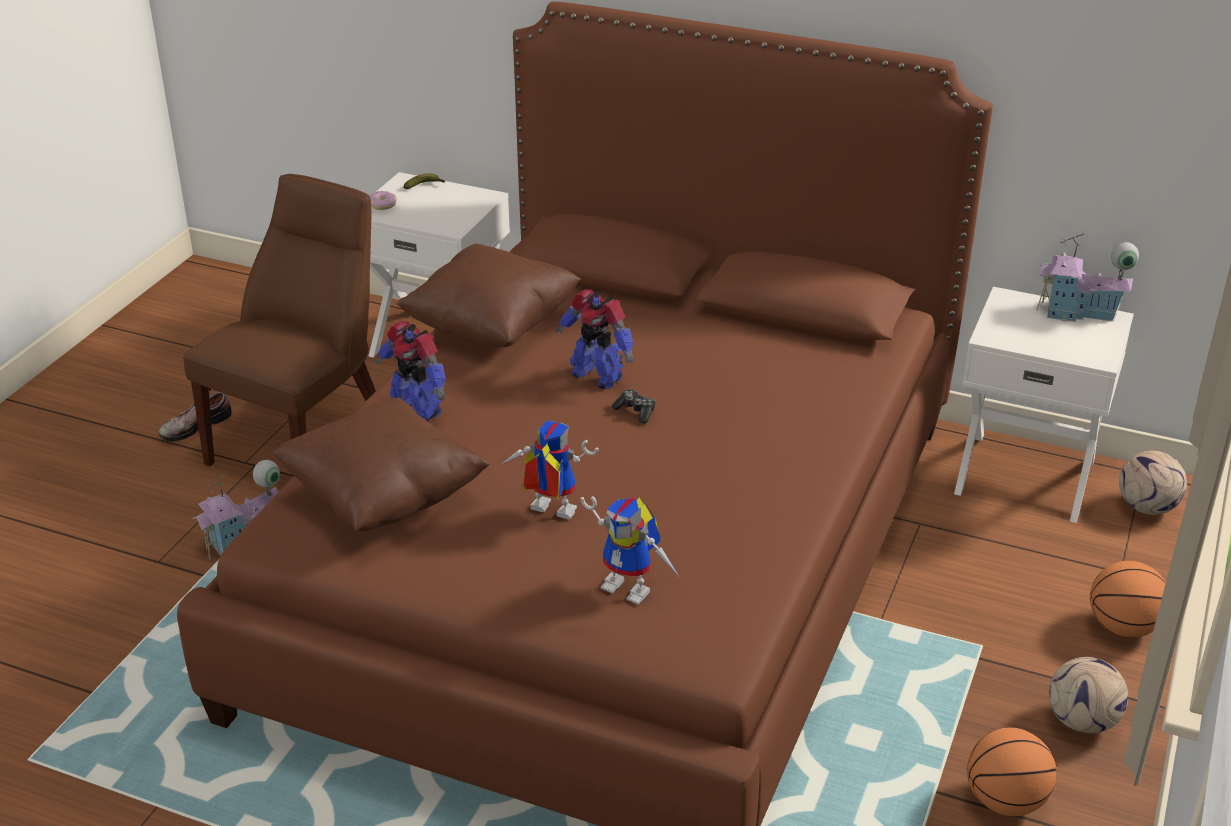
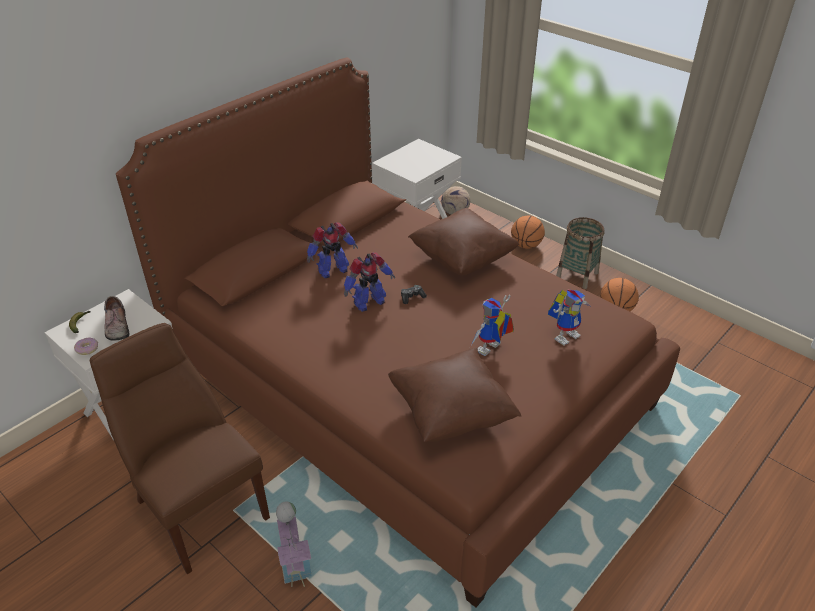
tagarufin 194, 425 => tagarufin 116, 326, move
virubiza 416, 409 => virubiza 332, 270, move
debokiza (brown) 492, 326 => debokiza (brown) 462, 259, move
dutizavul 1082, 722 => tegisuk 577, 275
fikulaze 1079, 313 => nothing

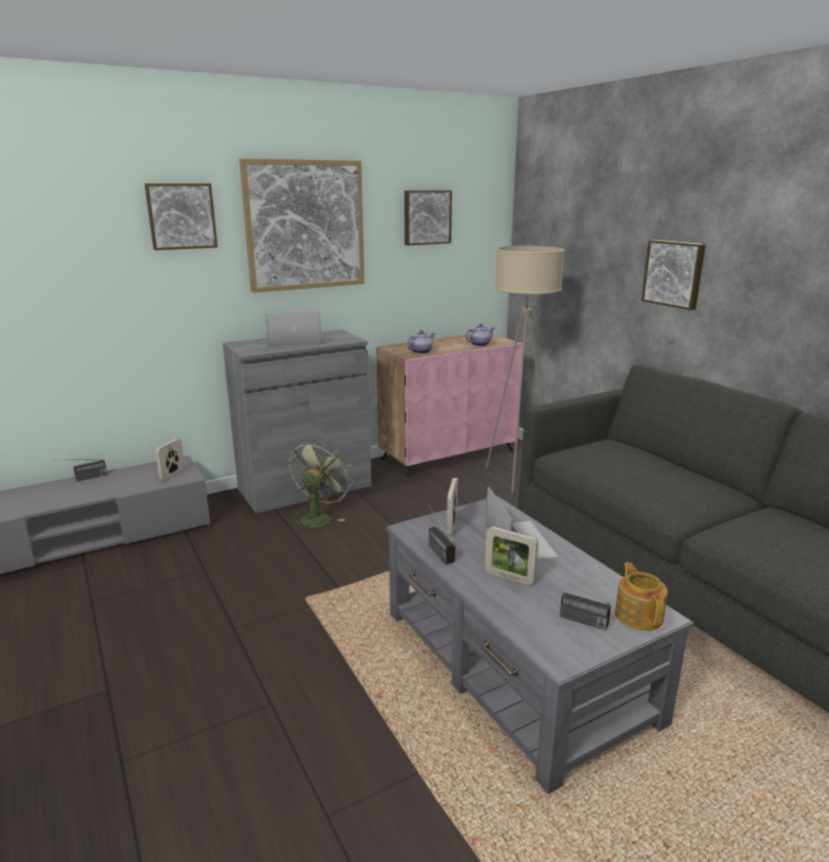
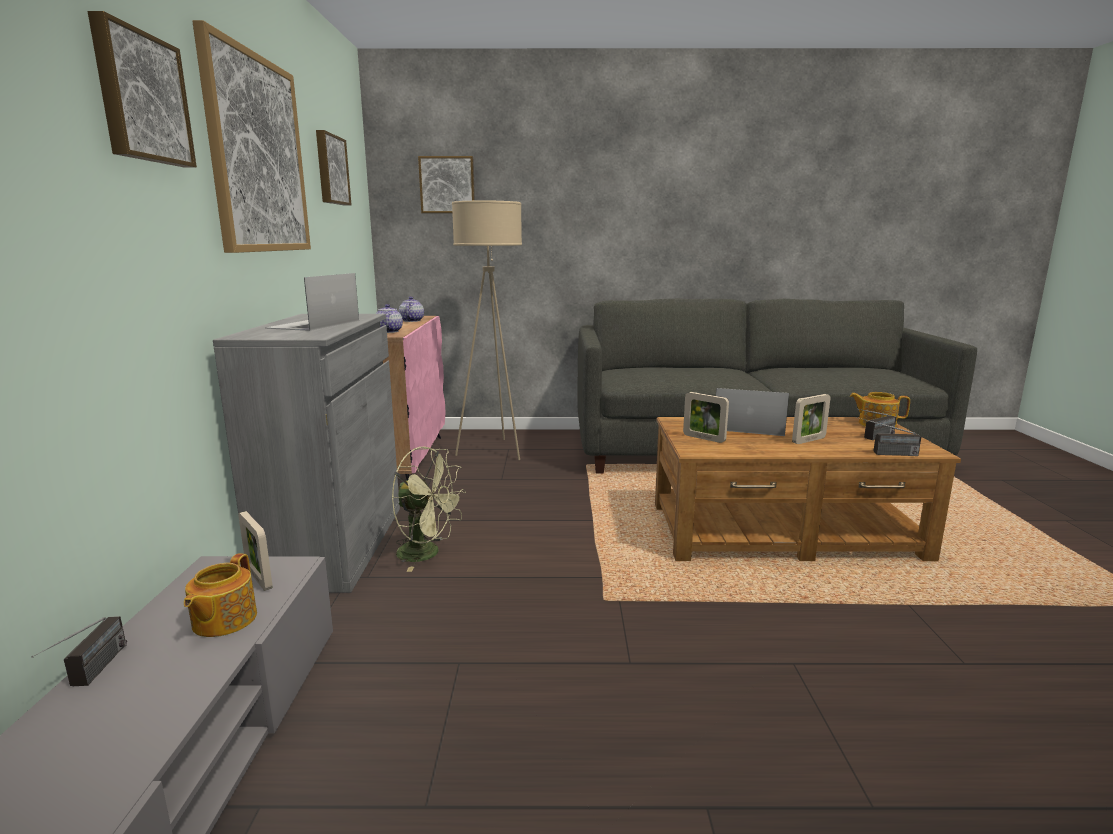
nothing => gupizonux 223, 620
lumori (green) 318, 517 => lumori (green) 427, 554, 150 degrees clockwise
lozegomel 674, 273 => lozegomel 447, 185, move
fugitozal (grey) 514, 665 => fugitozal (brown) 784, 532
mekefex 435, 548 => mekefex 884, 453, move

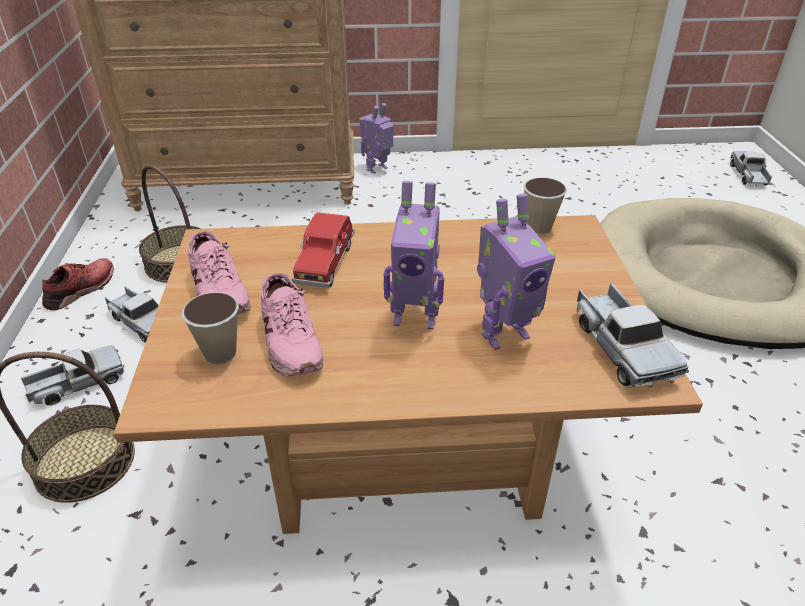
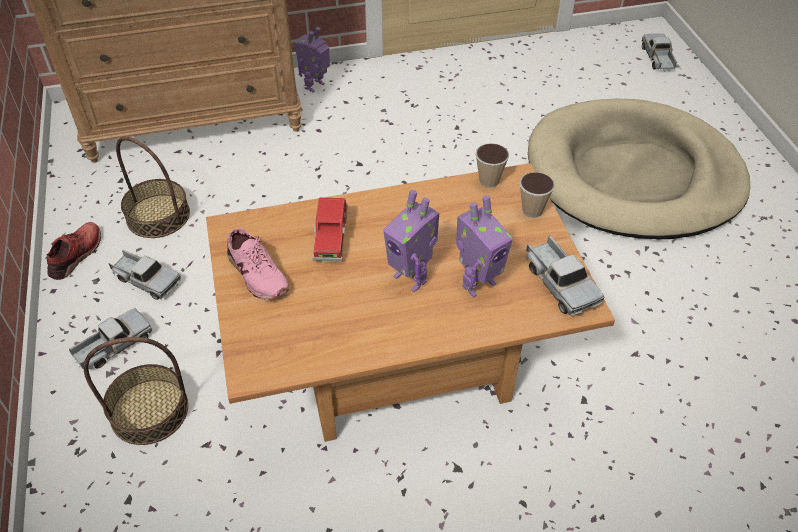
virubiza 415, 317 => virubiza 411, 278, 45 degrees clockwise
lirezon 220, 353 => lirezon 532, 210, move
tagarufin (pink) 289, 341 => nothing

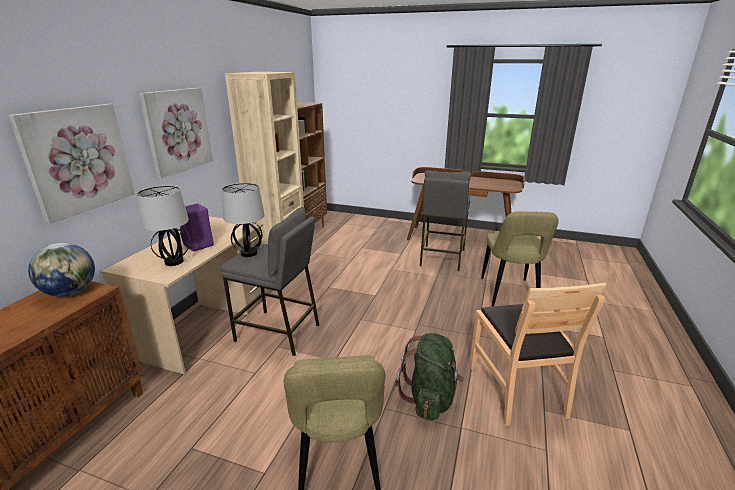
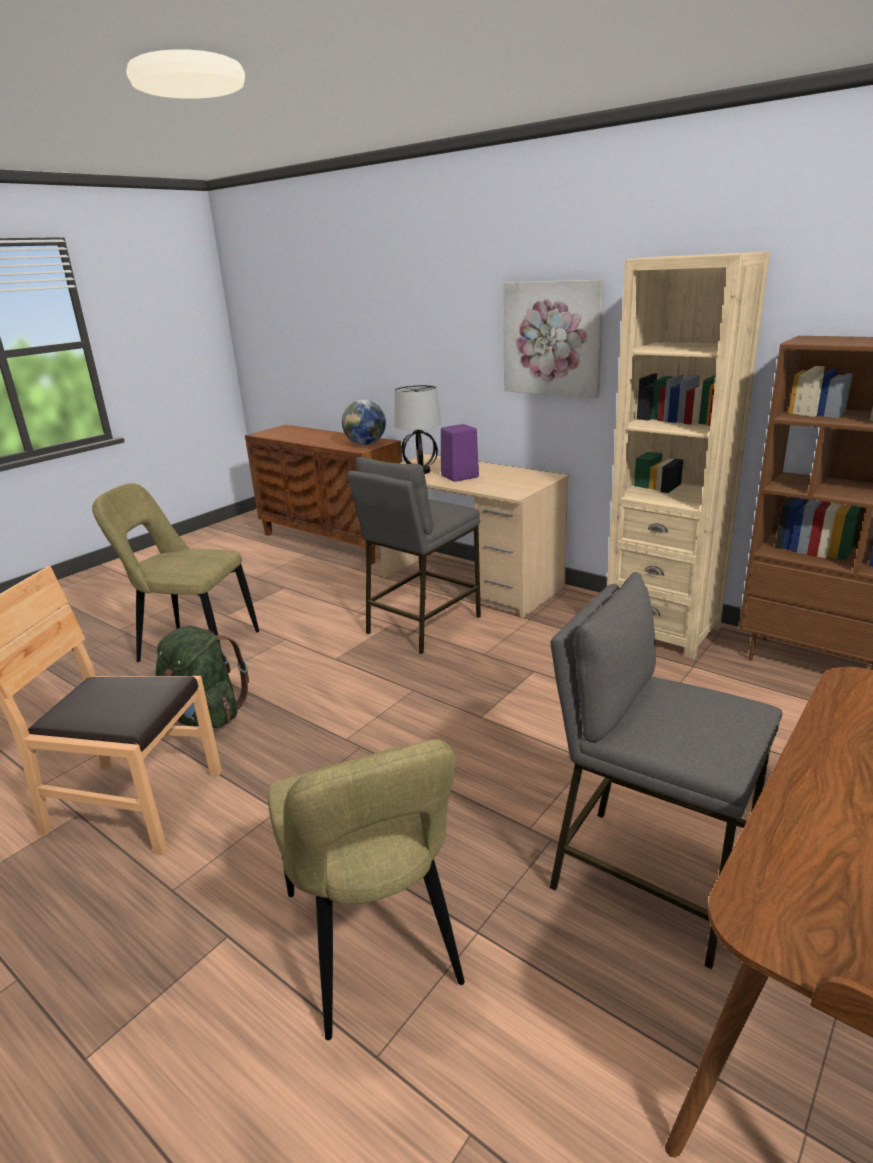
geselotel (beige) 509, 295 => geselotel (beige) 374, 945, 135 degrees counterclockwise
lozegomel 77, 160 => nothing
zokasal 248, 253 => nothing

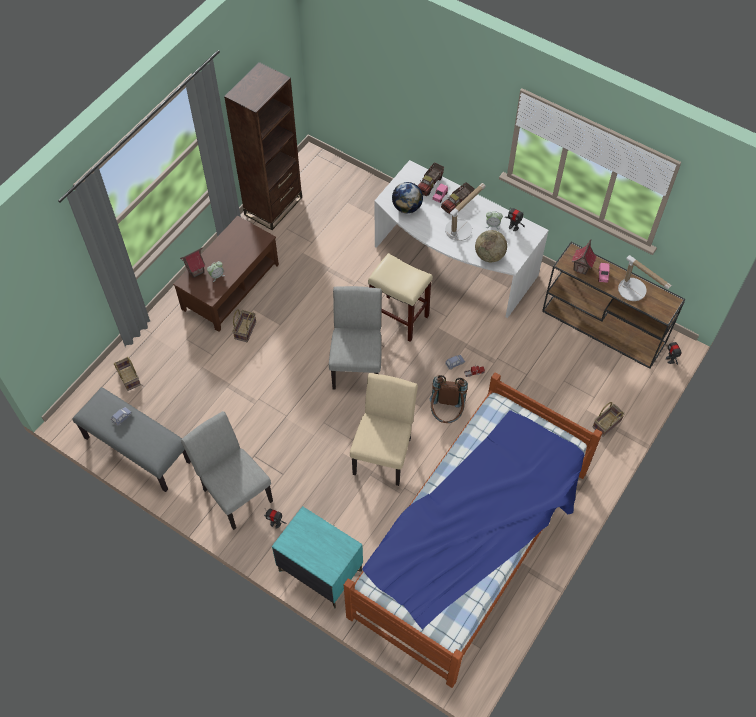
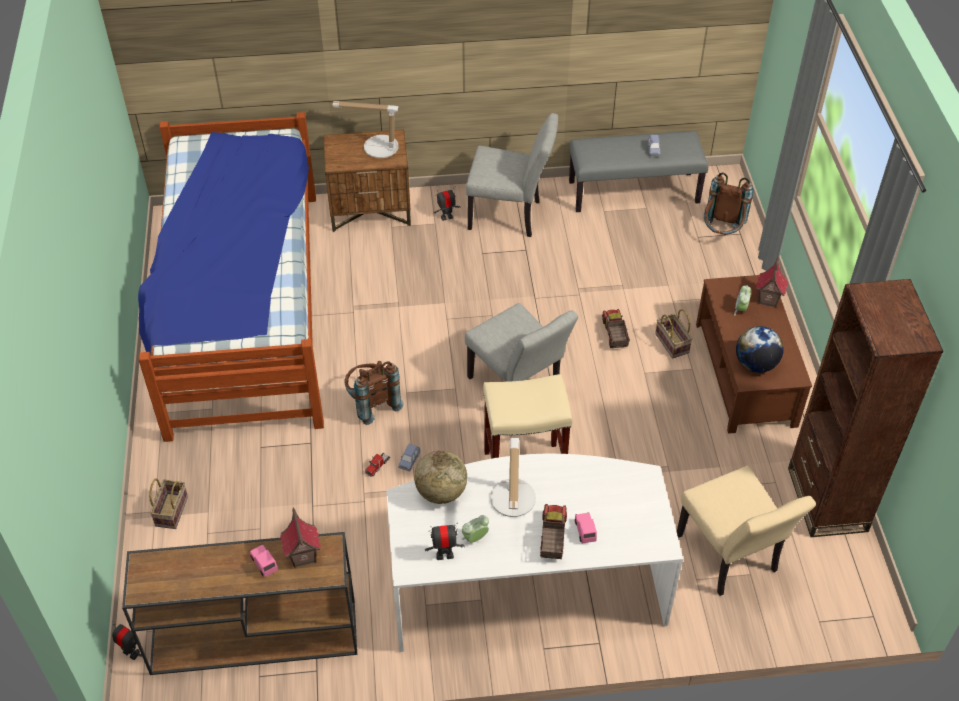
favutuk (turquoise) 319, 570 => favutuk (brown) 371, 210
zokasal 635, 292 => zokasal 376, 147, move
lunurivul 430, 184 => lunurivul 614, 334, move
geselotel (beige) 384, 451 => geselotel (beige) 731, 559, move
tegisuk 128, 378 => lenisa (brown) 721, 234
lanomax 407, 207 => lanomax 755, 364, move

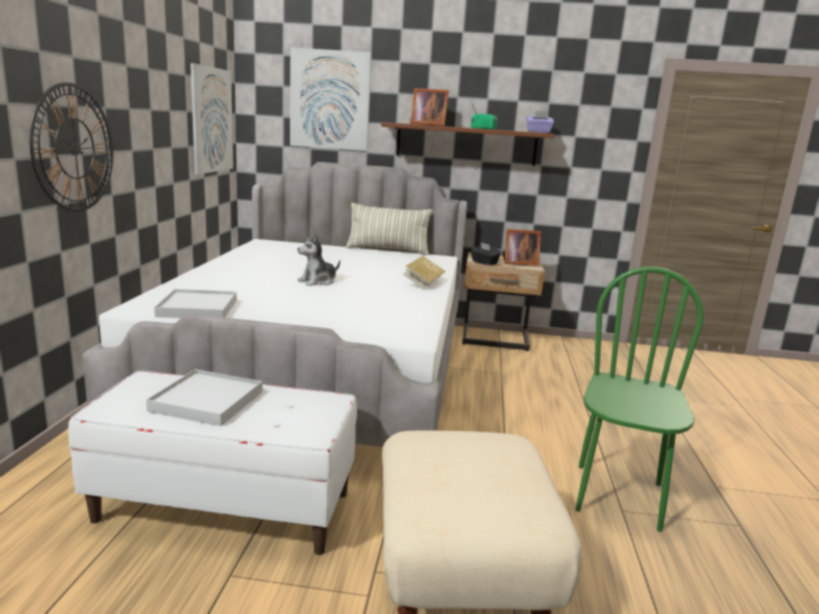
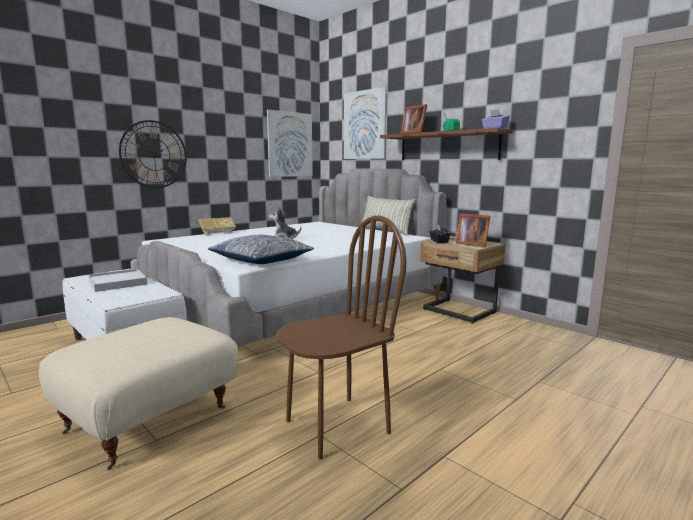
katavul 423, 283 => katavul 217, 233, move
nothing => debokiza 261, 260
geselotel (green) 618, 496 => geselotel (brown) 337, 426
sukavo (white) 198, 308 => nothing

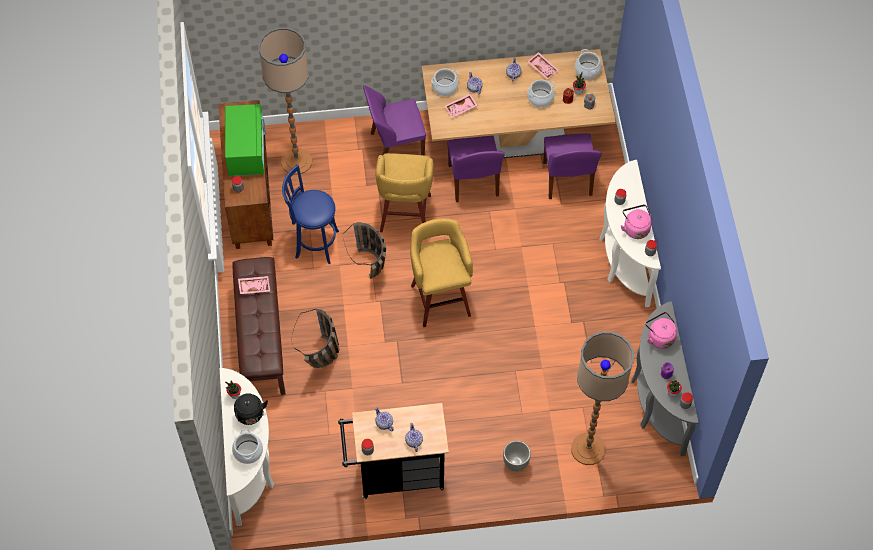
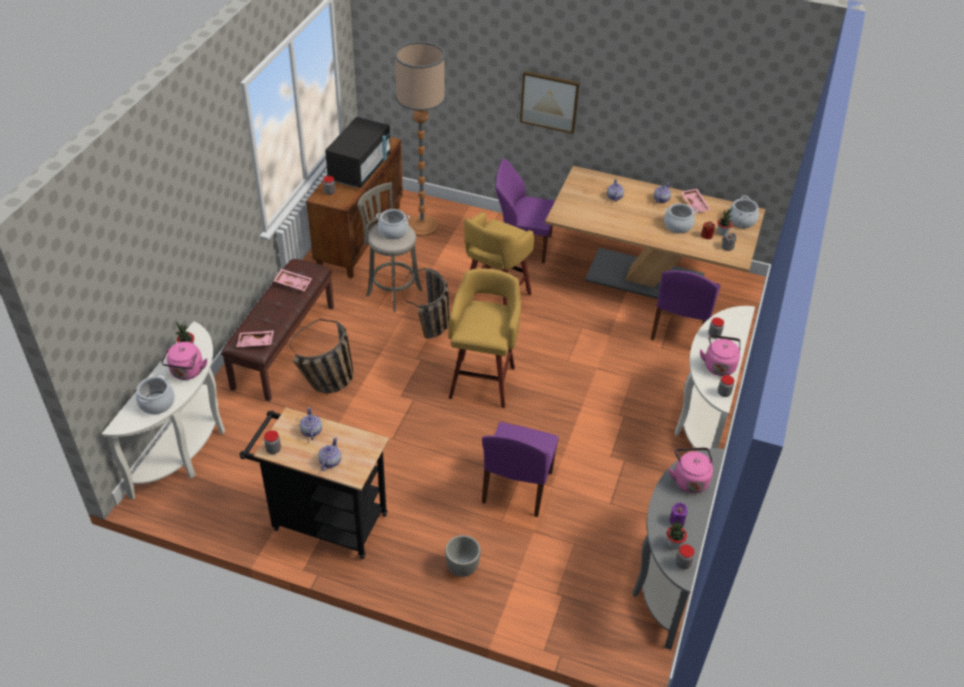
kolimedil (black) 250, 416 => kolimedil (pink) 187, 372
sukavo (pink) 461, 108 => sukavo (pink) 255, 343, move
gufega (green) 246, 151 => gufega (black) 360, 169
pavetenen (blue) 314, 243 => pavetenen (grey) 392, 291
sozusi 445, 87 => sozusi 393, 231, move
geselotel (purple) 473, 182 => geselotel (purple) 516, 489, move
nothing => lozegomel 549, 101
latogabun 588, 449 => nothing

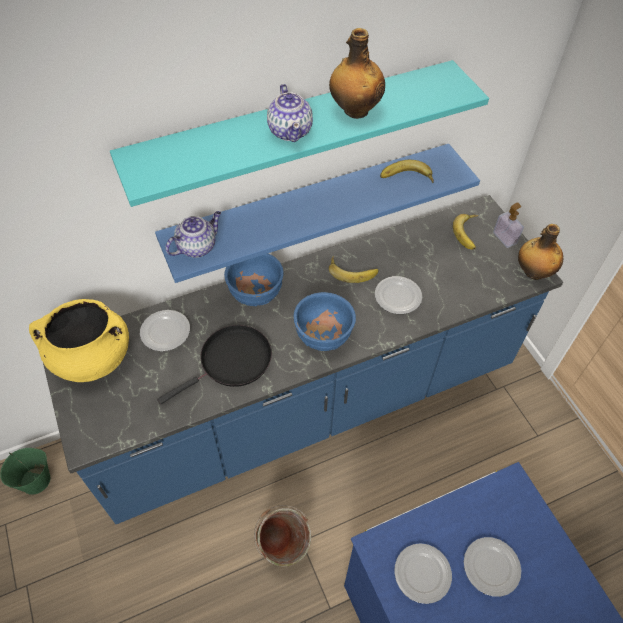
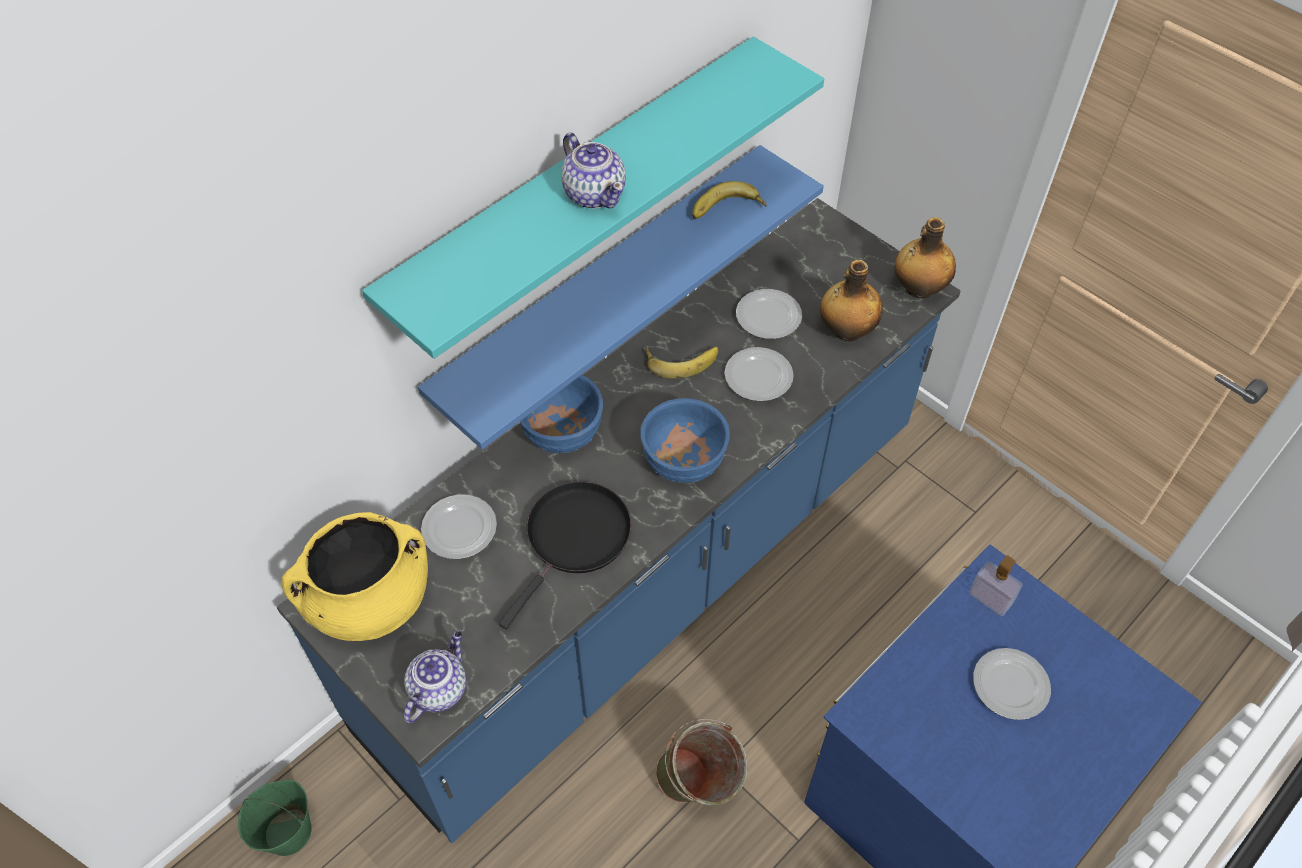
gupizonux 197, 246 => gupizonux 439, 688, move
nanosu 423, 574 => nanosu 769, 316, move
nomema 355, 110 => nomema 846, 331, move
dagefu 504, 238 => dagefu 990, 598, move
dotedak 469, 233 => nothing

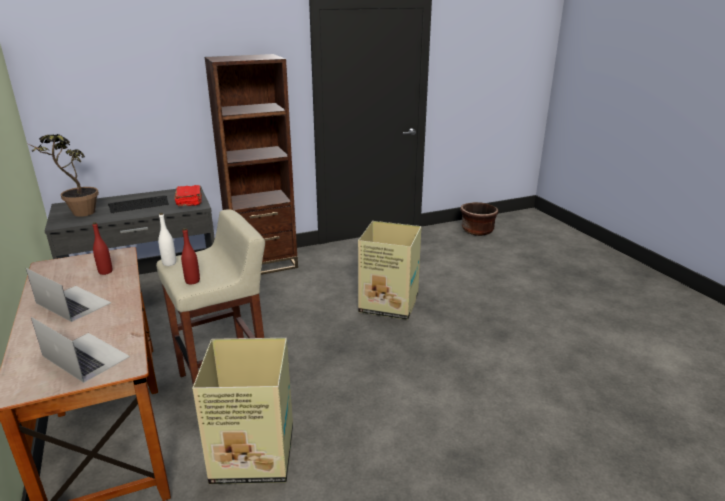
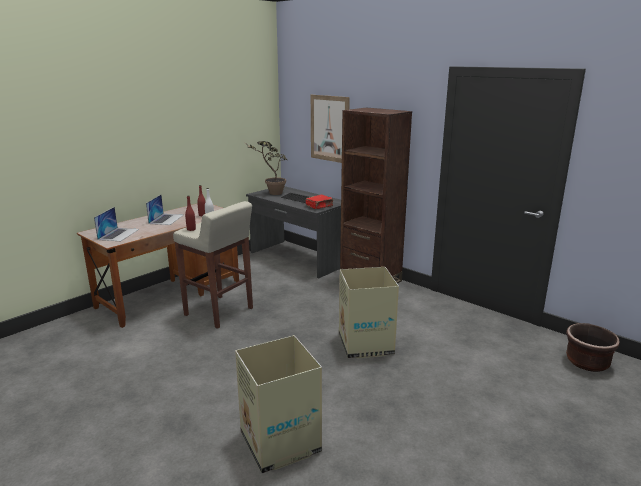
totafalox 255, 455 => totafalox 280, 443, move
nothing => lozegomel 329, 128

